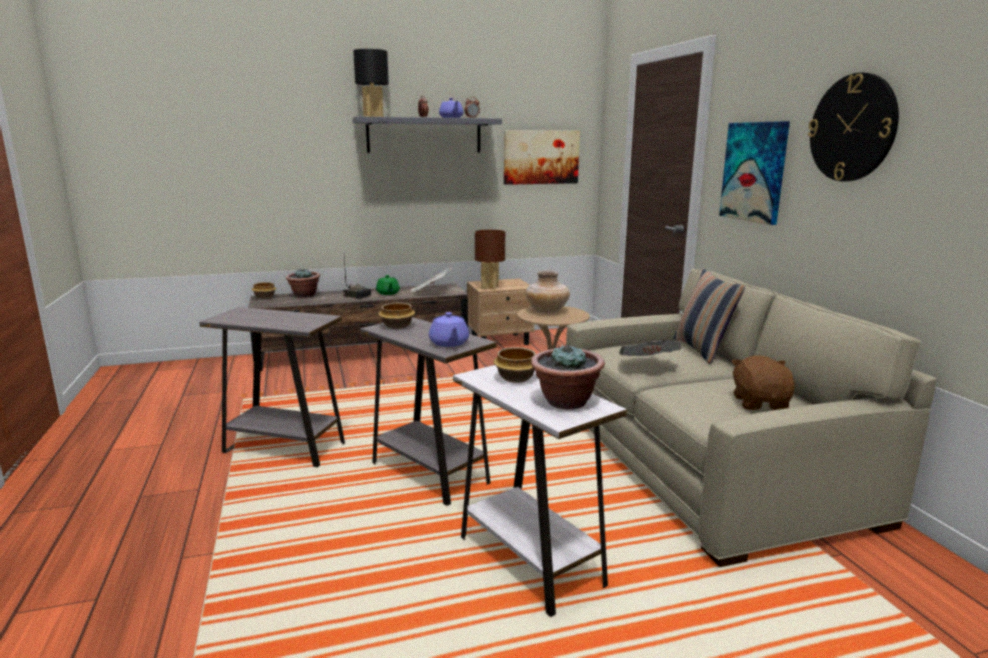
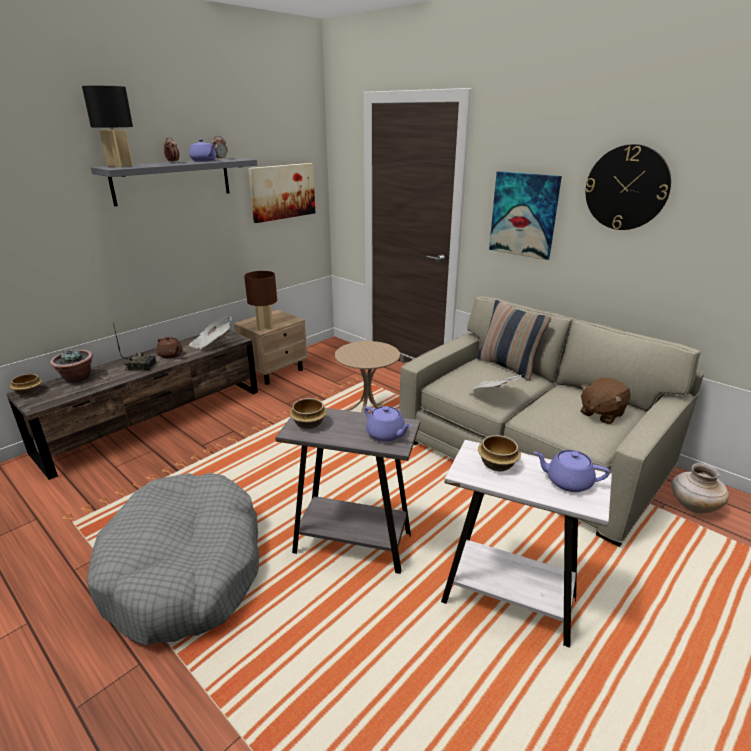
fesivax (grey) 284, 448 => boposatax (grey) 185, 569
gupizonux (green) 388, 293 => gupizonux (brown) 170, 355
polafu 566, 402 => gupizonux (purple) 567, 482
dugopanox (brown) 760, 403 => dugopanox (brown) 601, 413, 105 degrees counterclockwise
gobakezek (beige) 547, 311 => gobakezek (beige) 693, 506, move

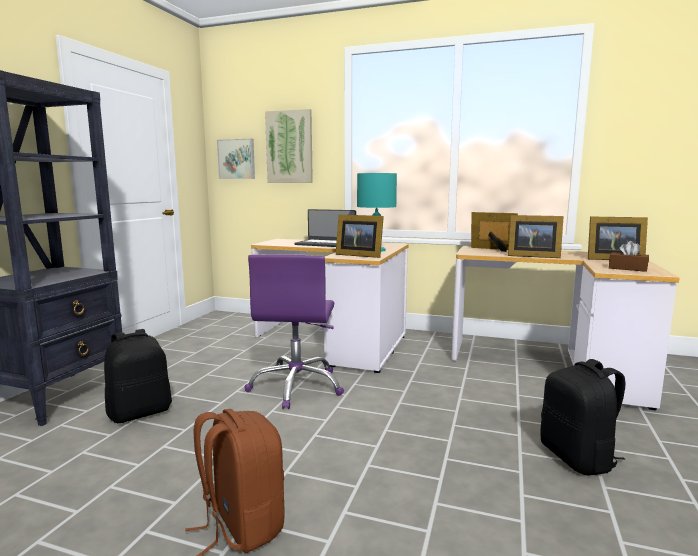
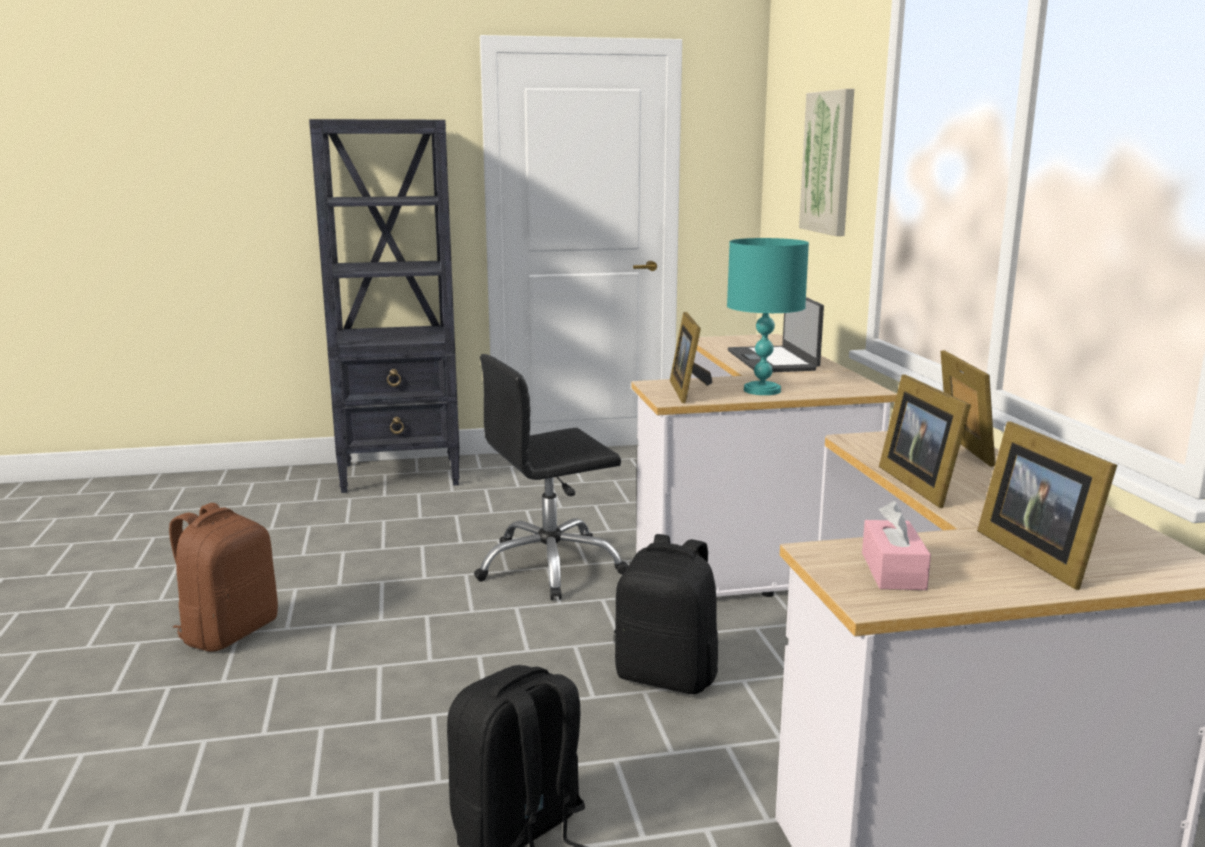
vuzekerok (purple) 297, 386 => vuzekerok (black) 550, 566
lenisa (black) 140, 412 => lenisa (black) 667, 676, move
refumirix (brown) 627, 268 => refumirix (pink) 893, 571
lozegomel 237, 159 => nothing

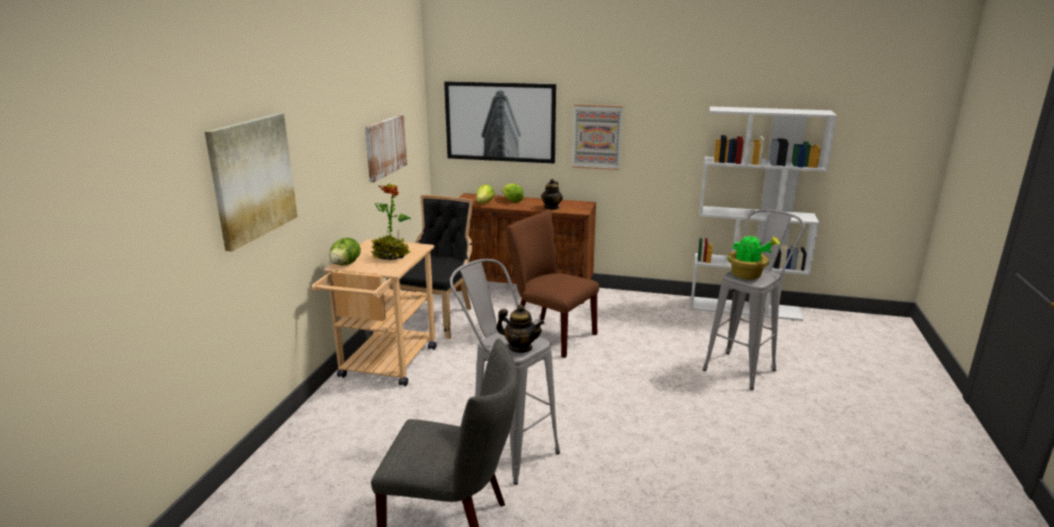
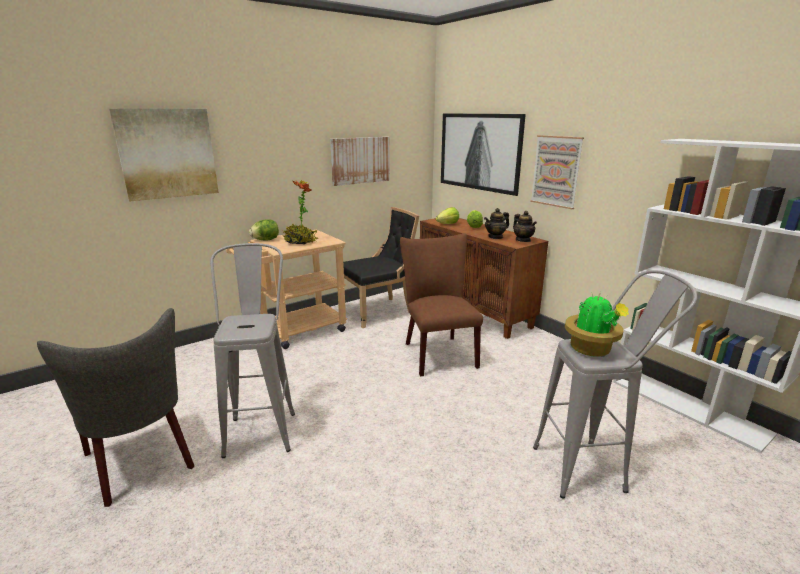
gupizonux 520, 348 => gupizonux 523, 240, move

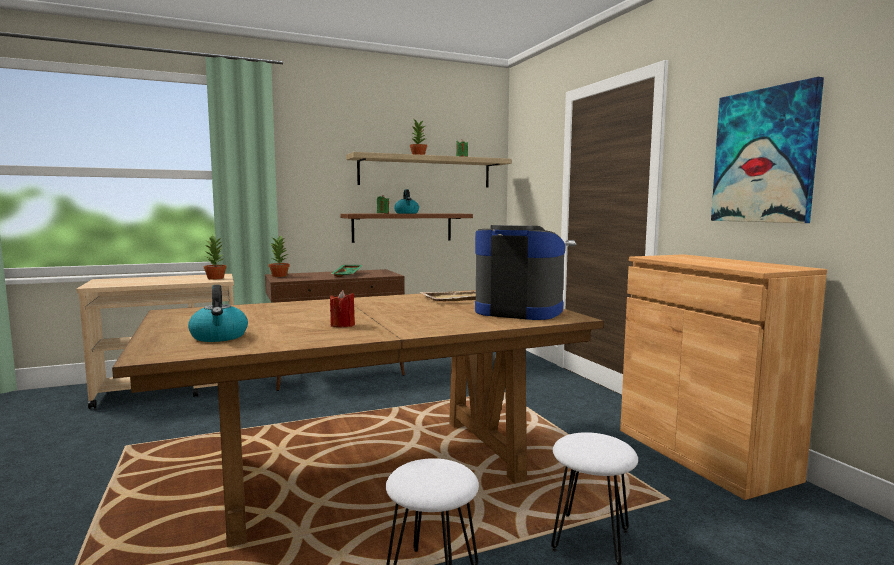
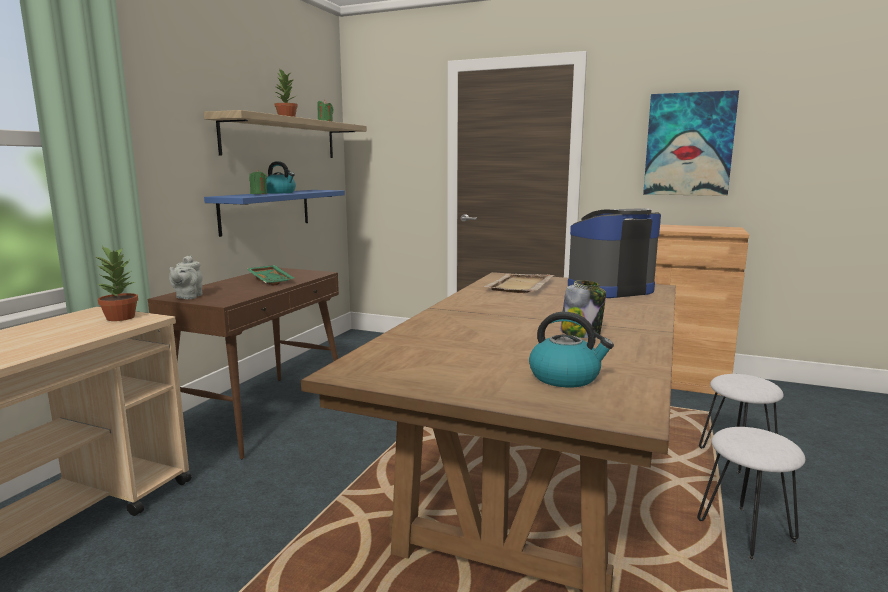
polafu 280, 276 => gupizonux (grey) 188, 297
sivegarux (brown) 402, 227 => sivegarux (blue) 266, 211
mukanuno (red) 342, 325 => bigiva 581, 333

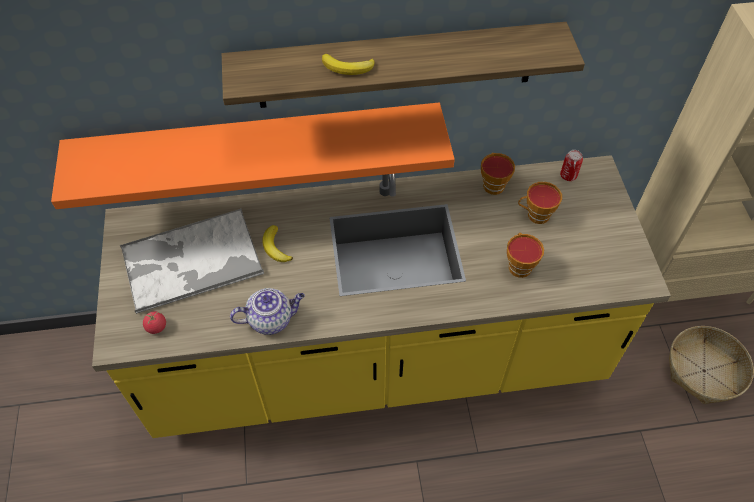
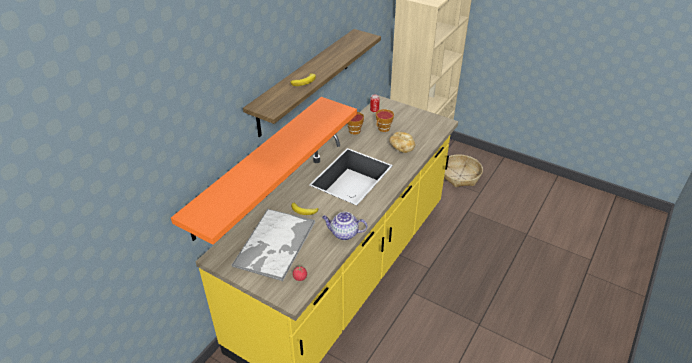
gupizonux 271, 319 => gupizonux 343, 233, 105 degrees counterclockwise
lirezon 519, 265 => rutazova 402, 147

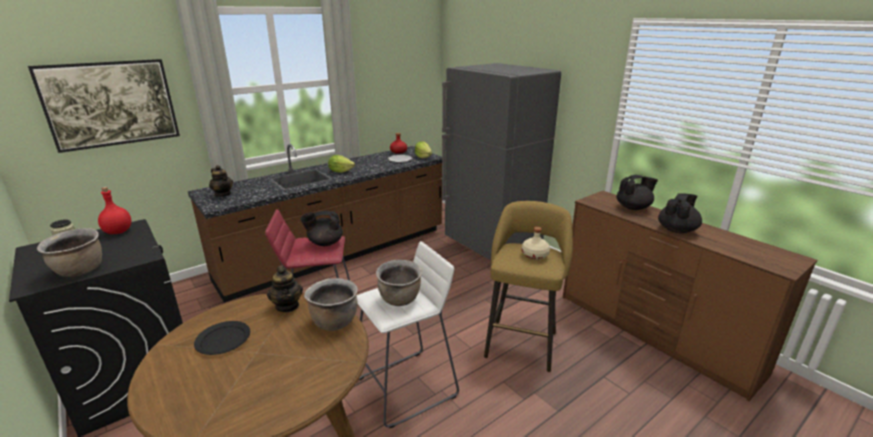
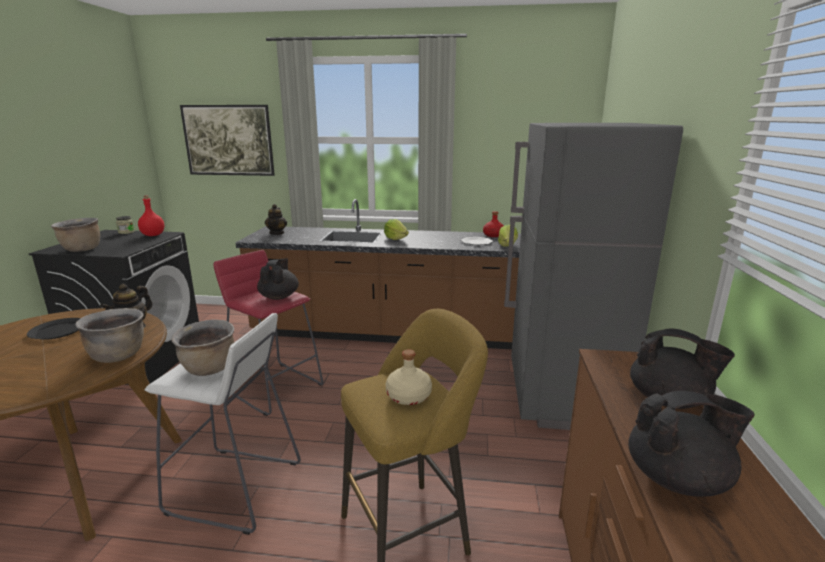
gupizonux (black) 325, 243 => gupizonux (black) 279, 296, 60 degrees clockwise

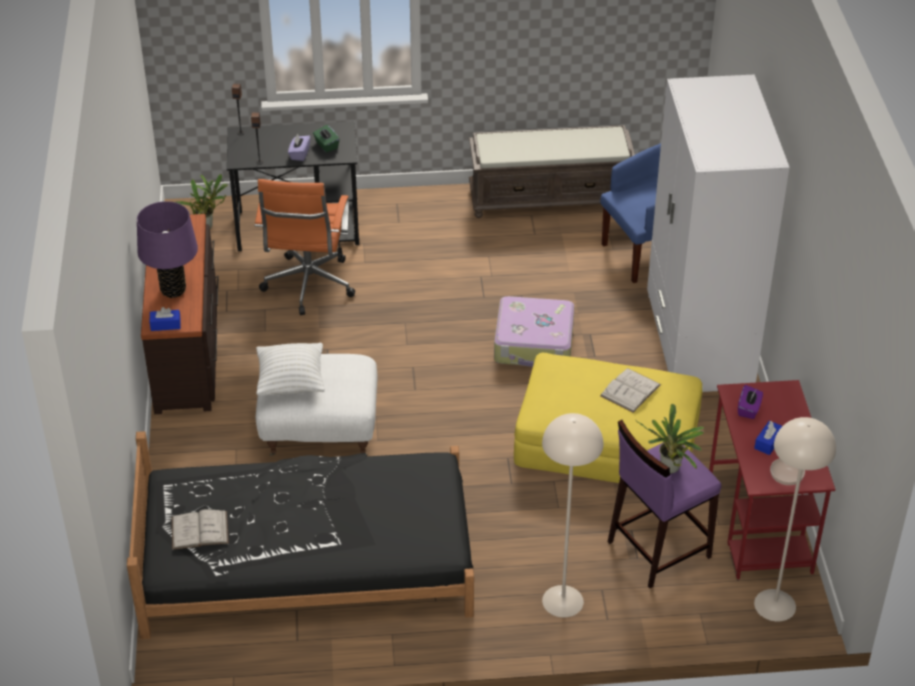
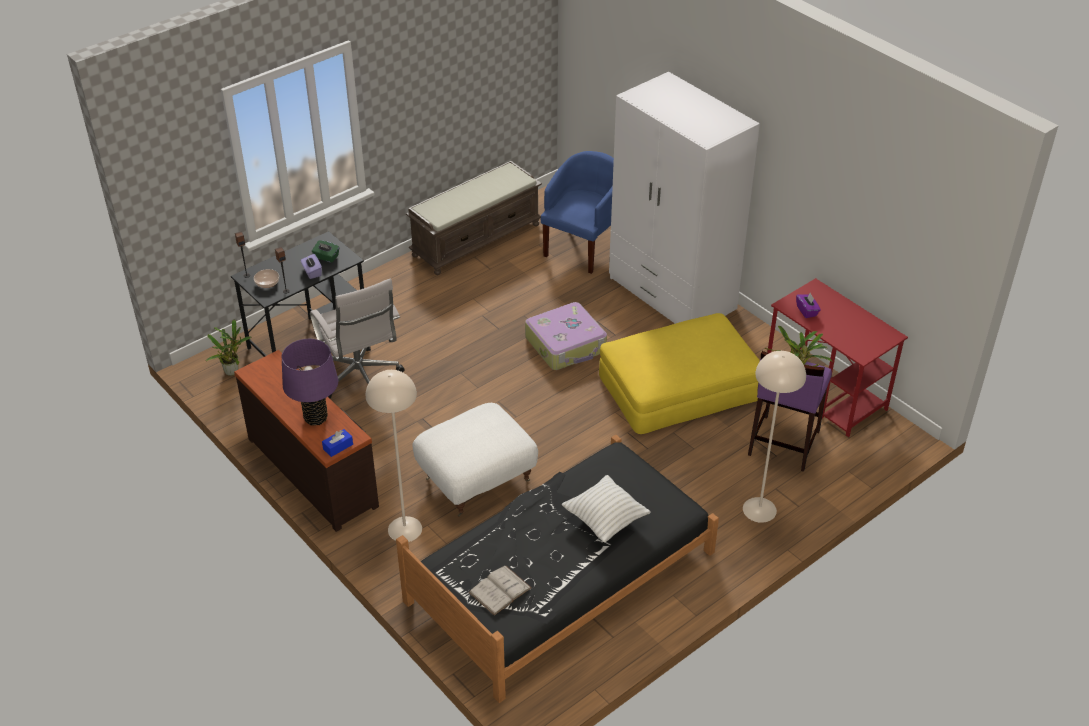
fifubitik 785, 476 => fifubitik 267, 283, move
vuzekerok (orange) 308, 287 => vuzekerok (white) 361, 380
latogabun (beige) 774, 604 => latogabun (beige) 404, 529, move
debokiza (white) 291, 383 => debokiza (white) 605, 520, move
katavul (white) 630, 390 => nothing
refumirix (blue) 768, 442 => nothing

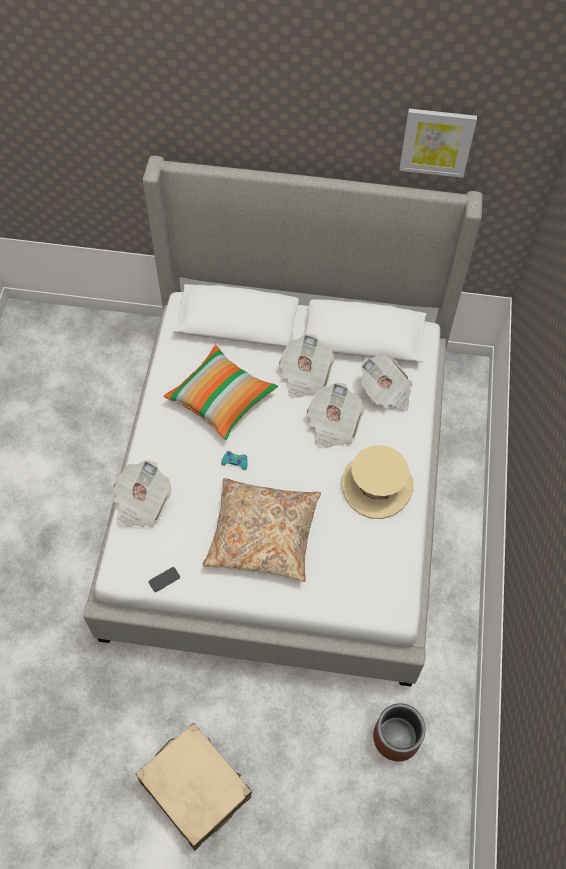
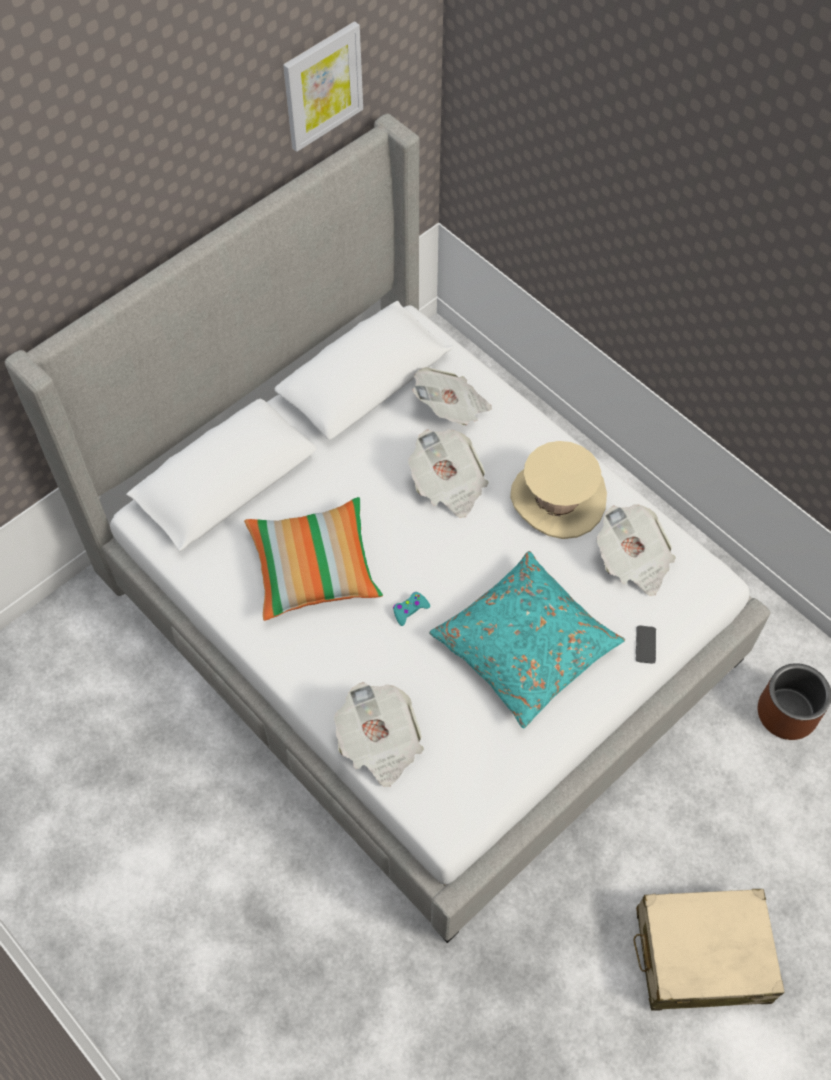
debokiza (beige) 263, 535 => debokiza (turquoise) 524, 646
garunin 305, 376 => garunin 633, 561, move
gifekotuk 164, 579 => gifekotuk 645, 645, move

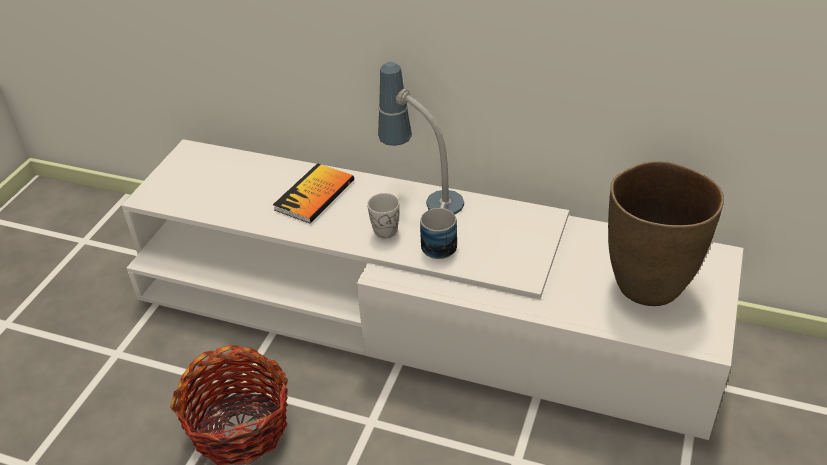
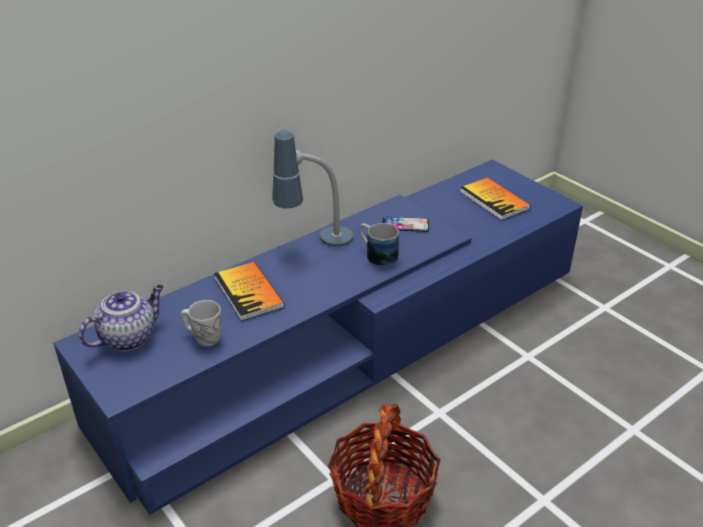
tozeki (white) 417, 314 => tozeki (blue) 351, 342
nothing => gupizonux 129, 337
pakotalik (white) 384, 227 => pakotalik (white) 203, 337, move
nothing => gifekotuk 405, 225
gobakezek (brown) 648, 284 => katavul 494, 200

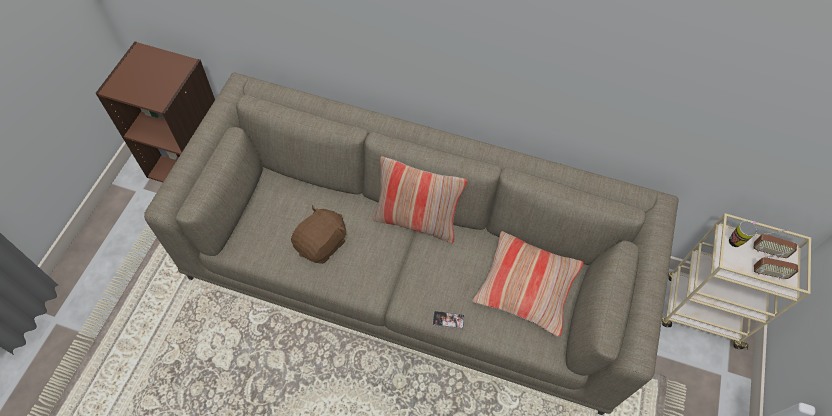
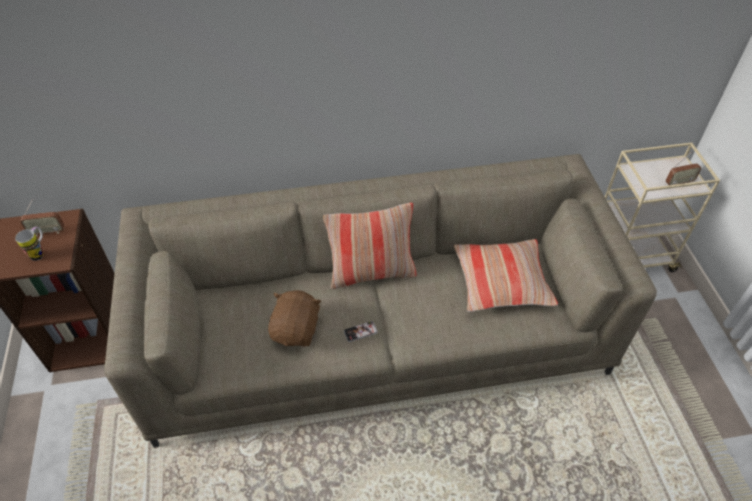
pakotalik 737, 239 => pakotalik 40, 252, move
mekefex 768, 251 => mekefex 48, 232, move
gifekotuk 448, 320 => gifekotuk 360, 332, move

